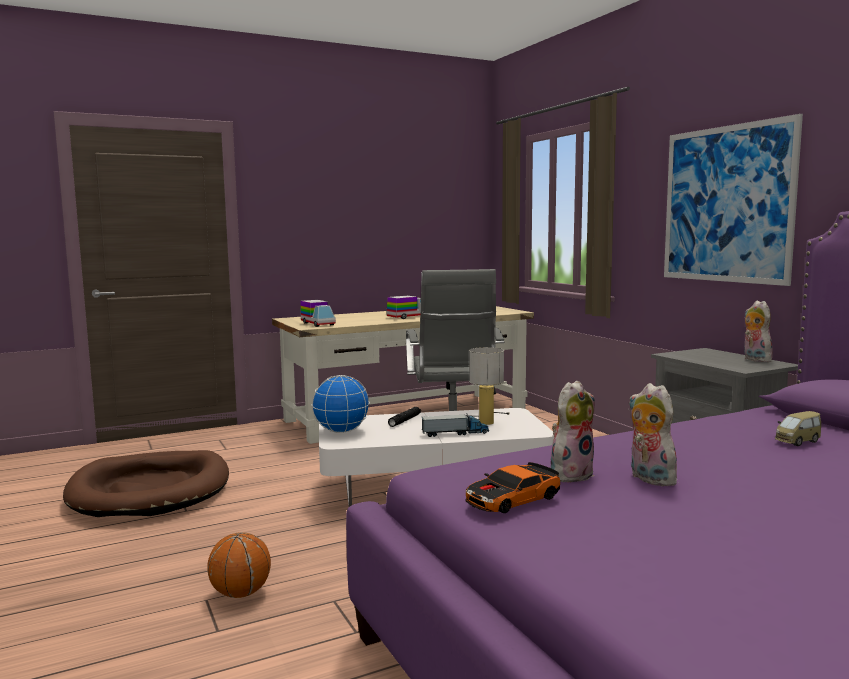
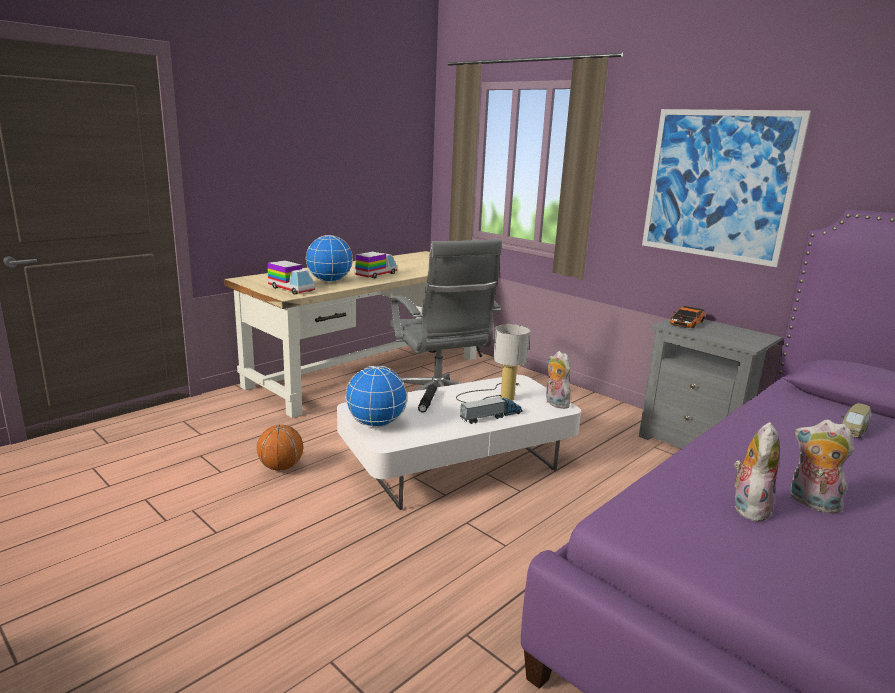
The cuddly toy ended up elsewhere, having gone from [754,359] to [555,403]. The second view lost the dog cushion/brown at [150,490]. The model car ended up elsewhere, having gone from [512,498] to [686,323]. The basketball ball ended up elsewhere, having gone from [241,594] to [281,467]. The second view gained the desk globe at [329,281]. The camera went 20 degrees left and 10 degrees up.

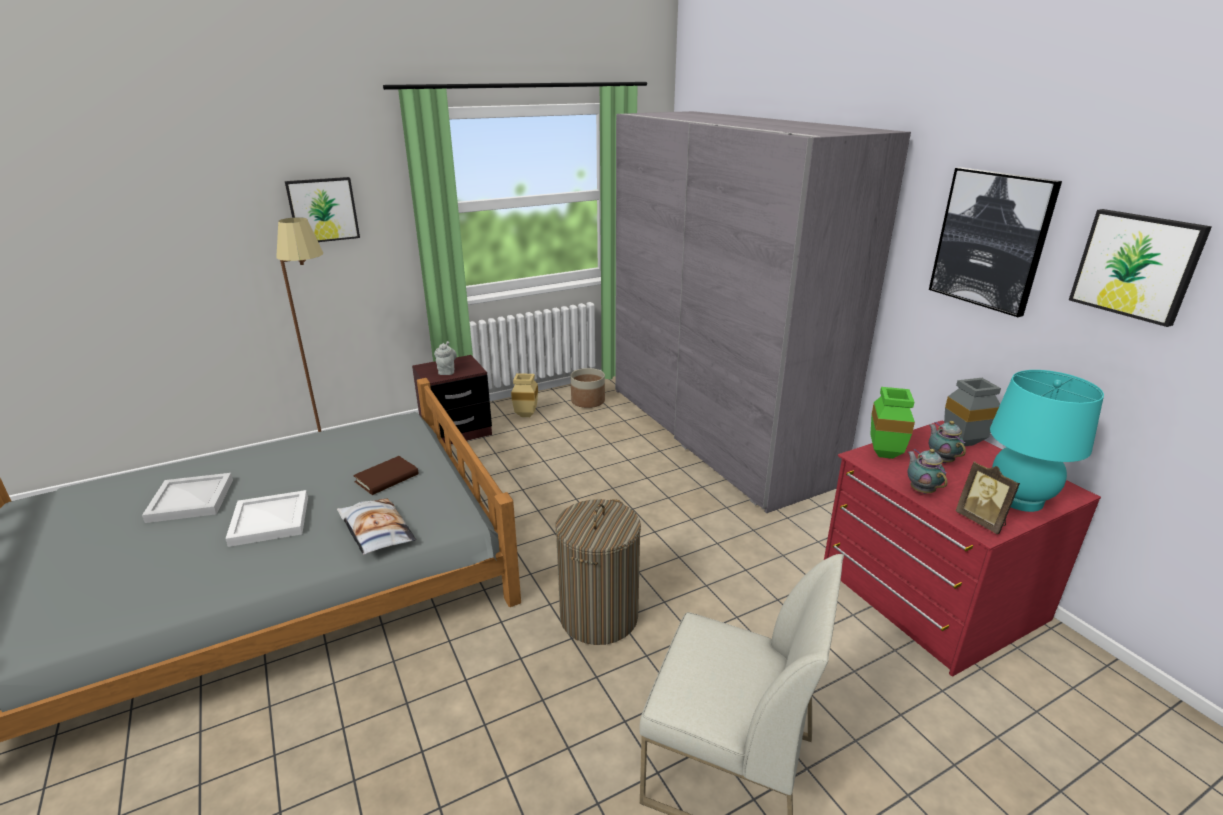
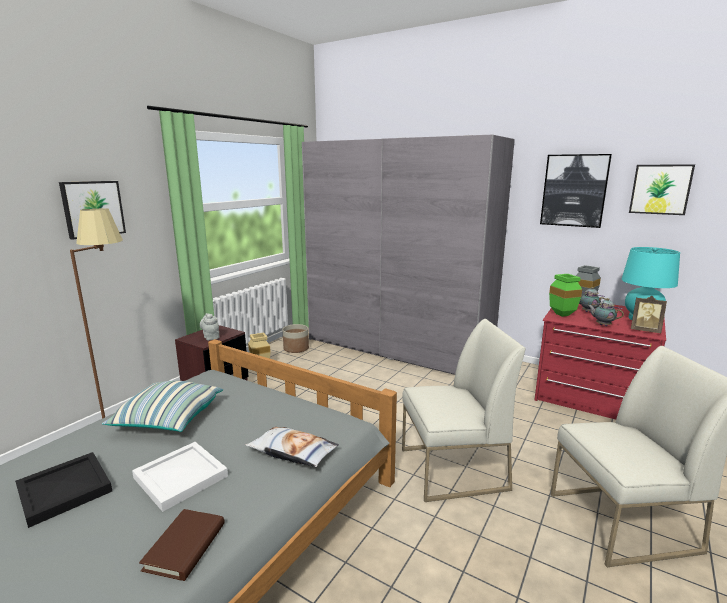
The bound book/brown ended up elsewhere, having gone from [387,478] to [185,547]. What was the serving tray/white-coloured at [192,500] turned into the serving tray/black-coloured at [66,490]. Where the hamper stood at [599,616], the plain chair/white-coloured came to stand at [452,469]. The second view gained the throw pillow at [168,419]. The camera went 30 degrees left and 10 degrees down.

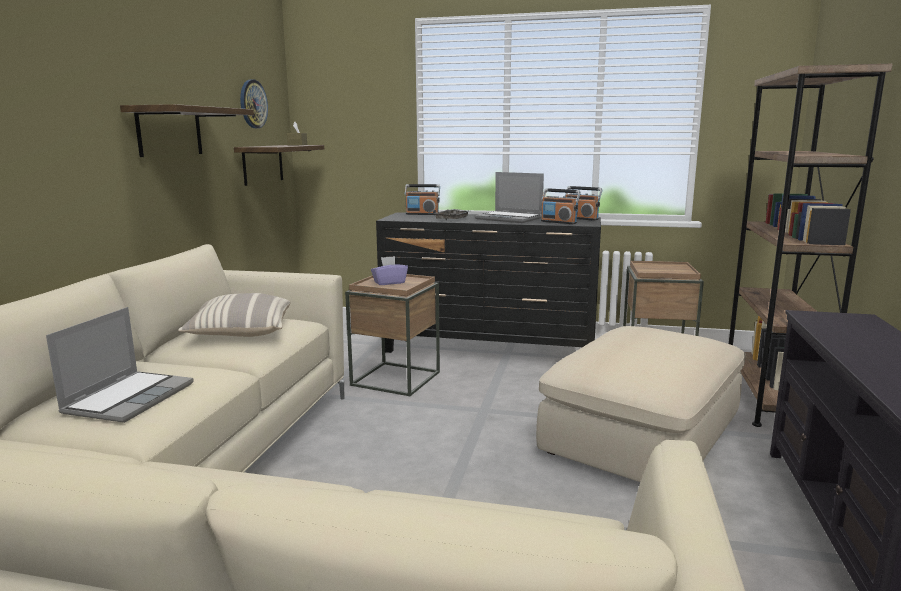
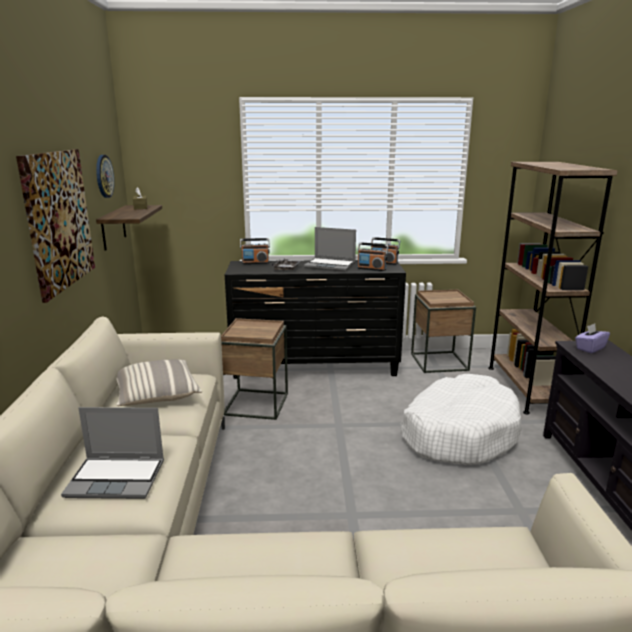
Where the bracket shelf hung at [169,131], the wall art came to hang at [58,220]. The box of tissues/purple-coloured ended up elsewhere, having gone from [389,282] to [590,348]. The portable computer at [129,398] ended up facing another way, 90 degrees clockwise from before. Where the footrest/sand-coloured stood at [643,436], the dog cushion/white-coloured came to stand at [458,433]. The camera went 15 degrees left and 5 degrees up.

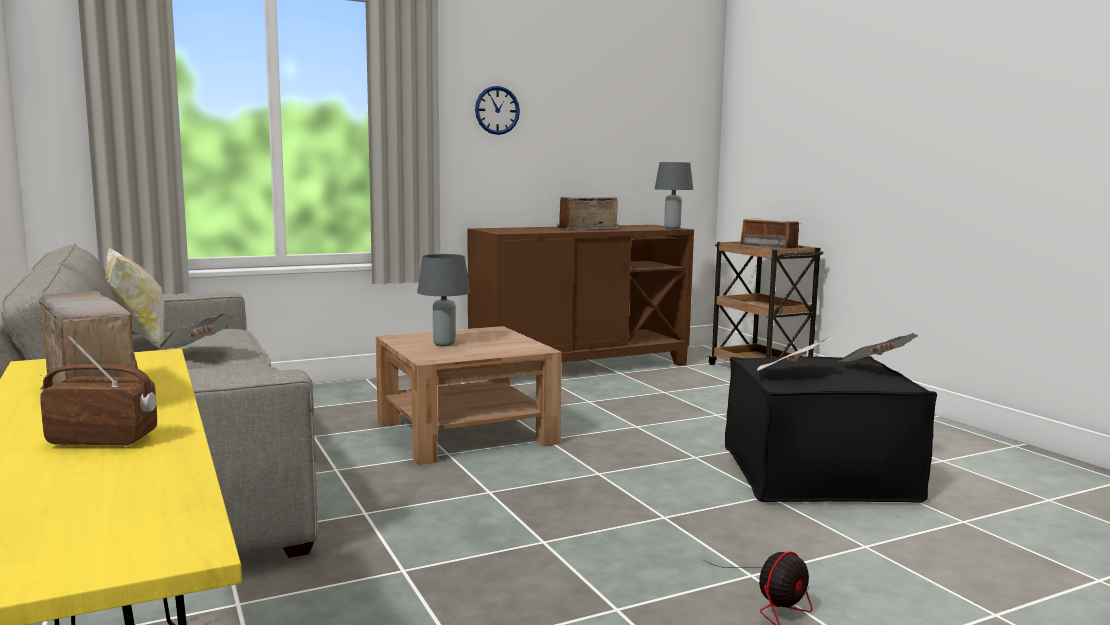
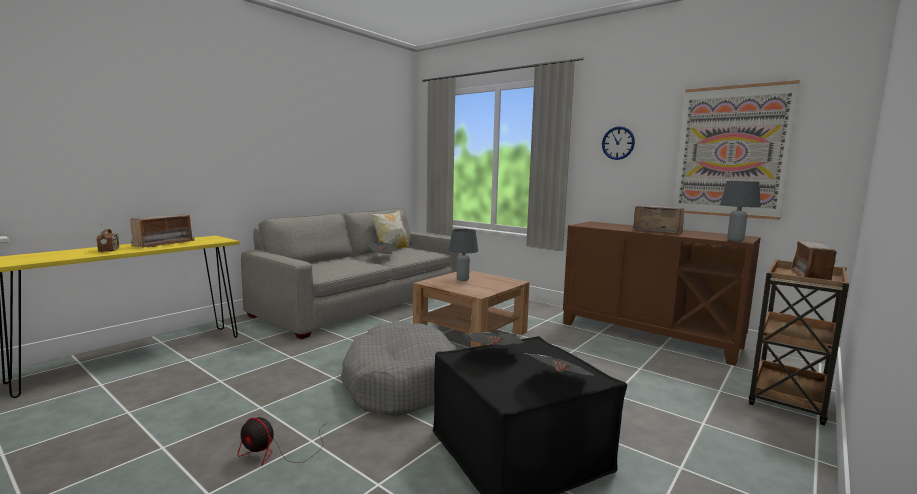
The second view gained the wall art at [731,152]. The second view gained the dog cushion/gray at [399,382]. The camera went 65 degrees right and 0 degrees up.

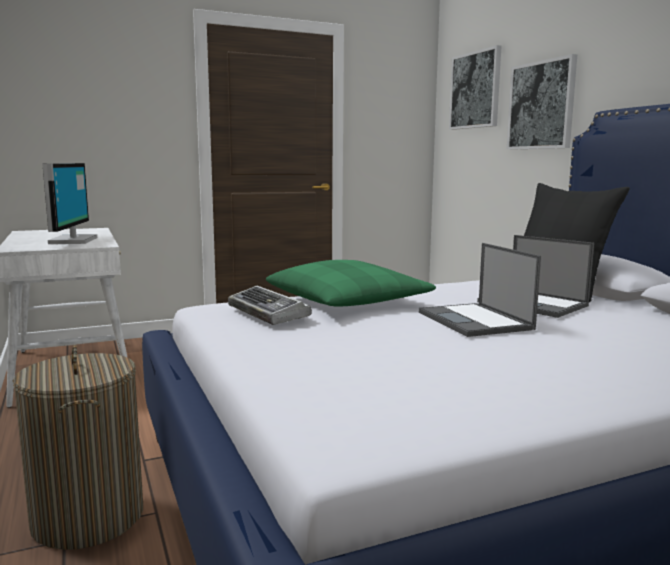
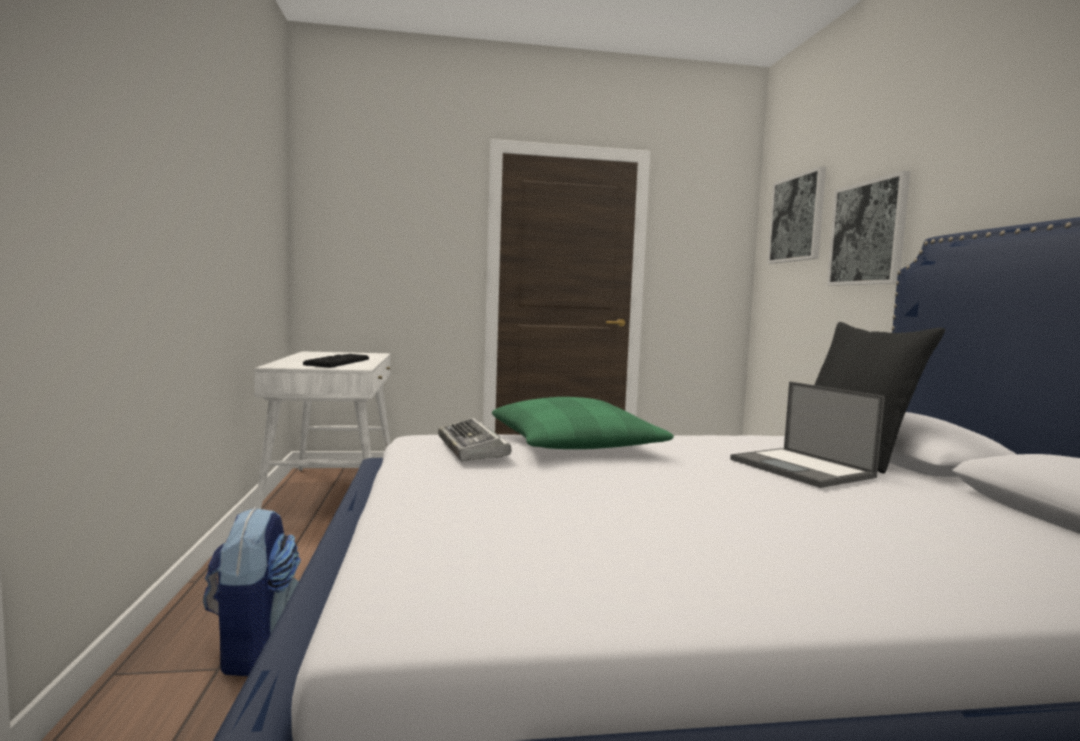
Where the monitor stood at [71,241], the keyboard came to stand at [337,362]. The second view lost the portable computer at [475,321]. Where the hamper stood at [88,517], the rucksack came to stand at [254,648]. The camera went 15 degrees right and 5 degrees down.

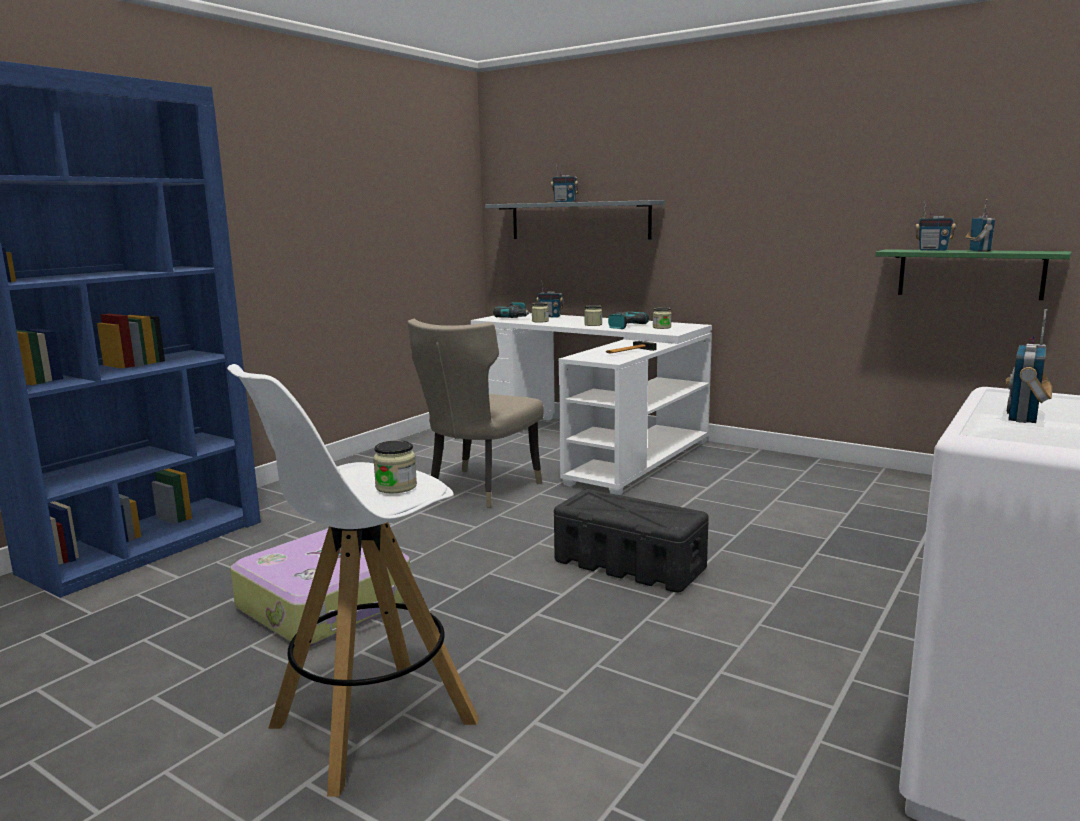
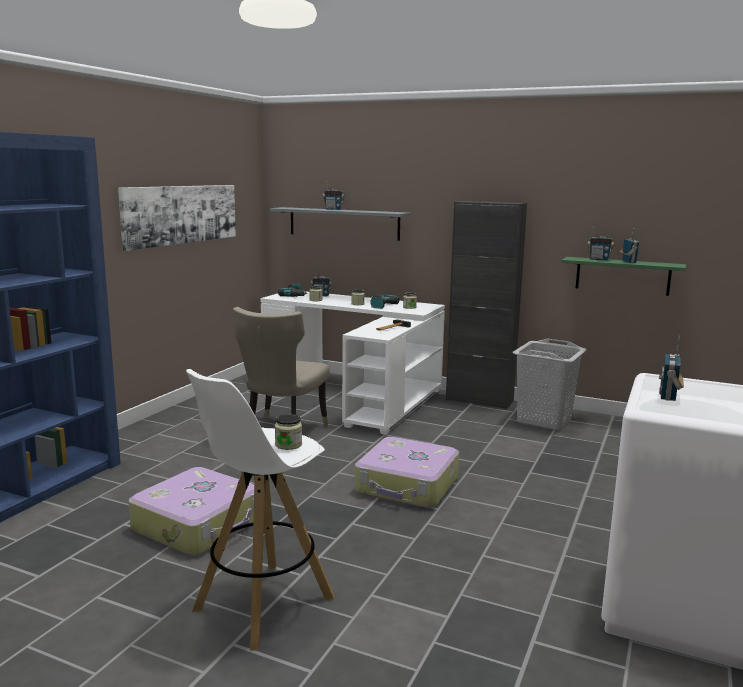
Where the storage bin/black-coloured stood at [630,565], the piece of luggage came to stand at [407,486]. The second view gained the wall art at [181,214]. The second view gained the cabinet/black-coloured at [479,400]. The second view gained the hamper/gray at [544,420]. The camera went 10 degrees left and 0 degrees up.

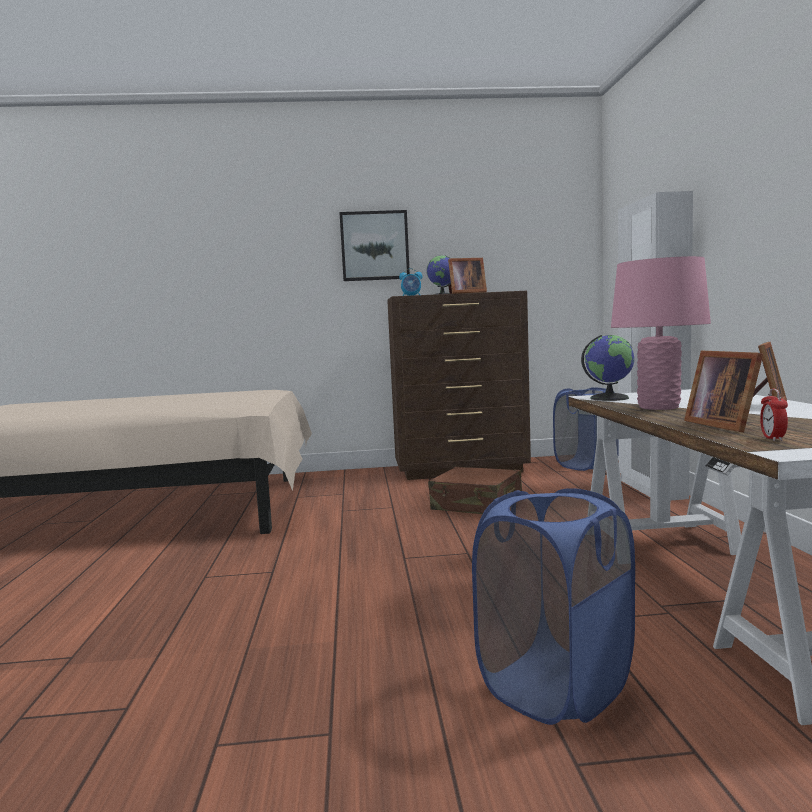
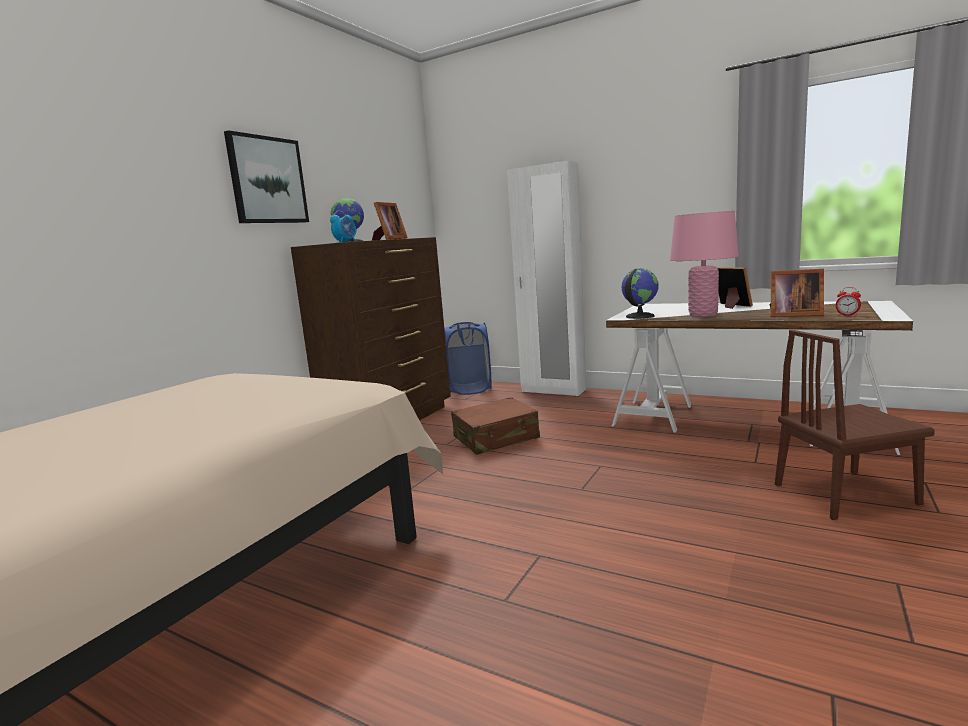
Where the hamper/blue-coloured stood at [555,686], the plain chair/brown came to stand at [845,494]. The camera went 55 degrees left and 5 degrees up.

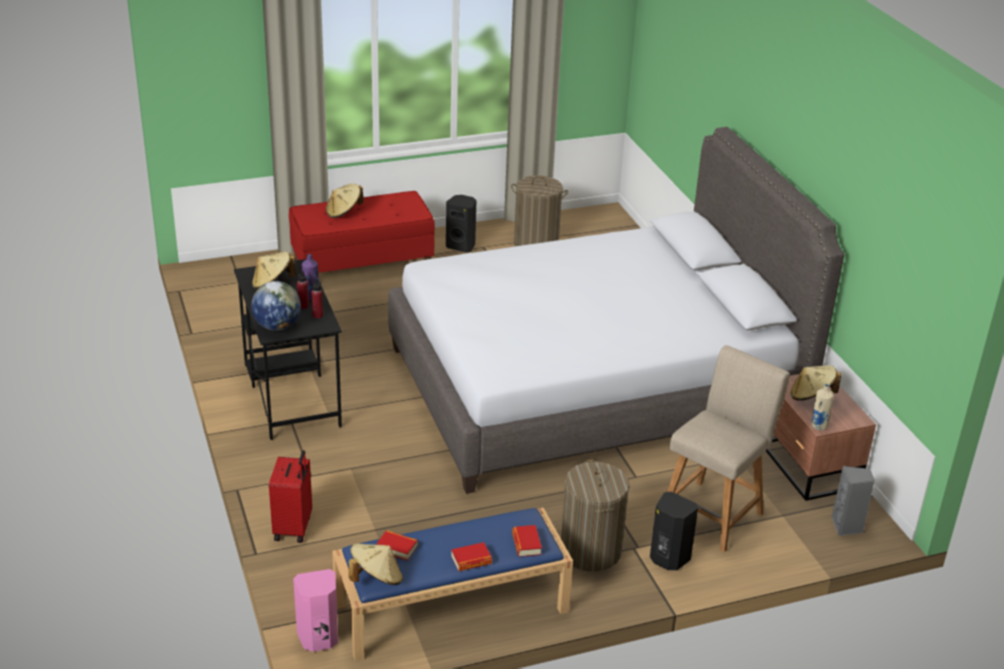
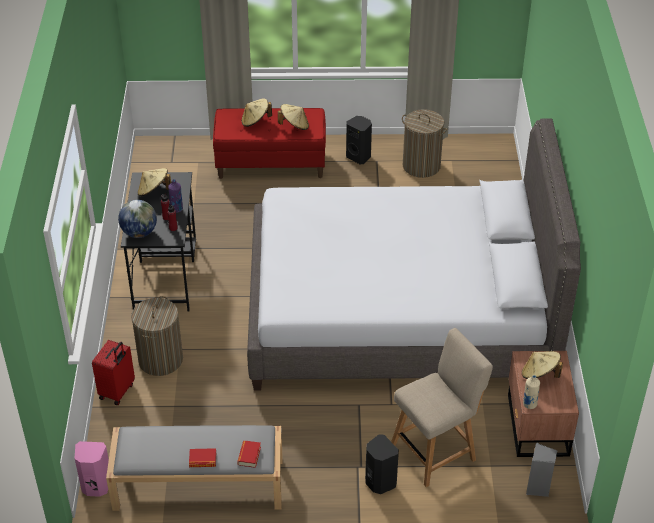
The hamper ended up elsewhere, having gone from [590,551] to [160,360]. What was the bench/blue-coloured at [450,608] turned into the bench/gray at [197,484]. The second view lost the bound book at [397,548]. The clothing hat/sand-coloured ended up elsewhere, having gone from [376,578] to [294,125]. The camera went 20 degrees right and 10 degrees up.

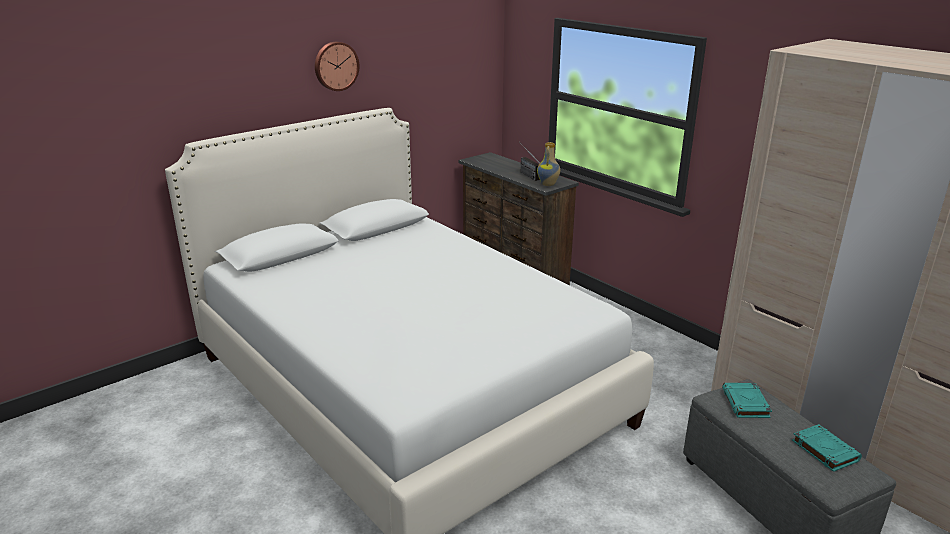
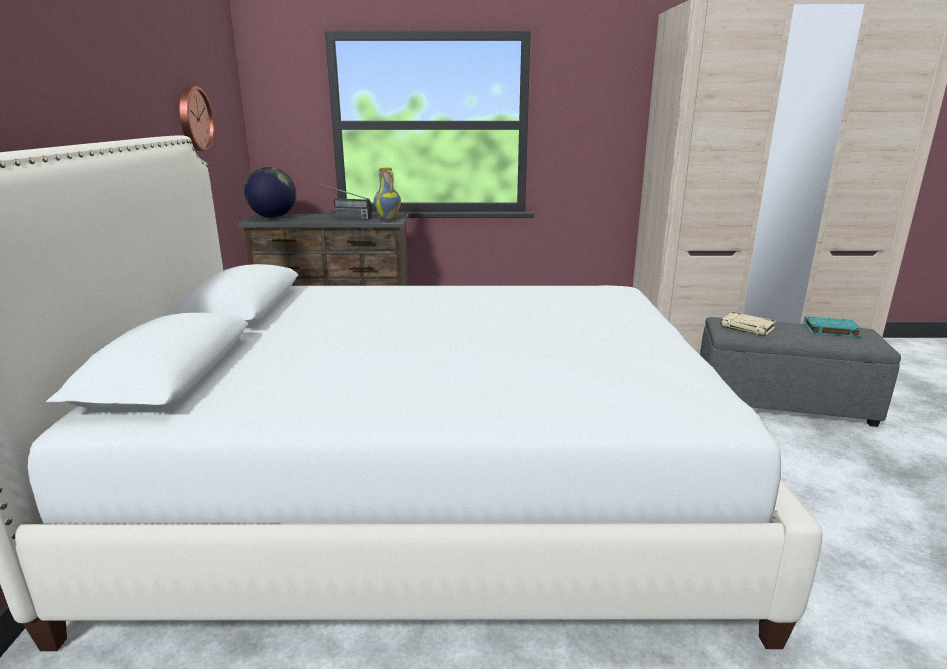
The clock on the wall ended up elsewhere, having gone from [335,66] to [193,119]. What was the bound book/turquoise-coloured at [745,404] turned into the bound book/sand-coloured at [748,327]. The second view gained the desk globe at [273,217]. The camera went 50 degrees left and 5 degrees down.

